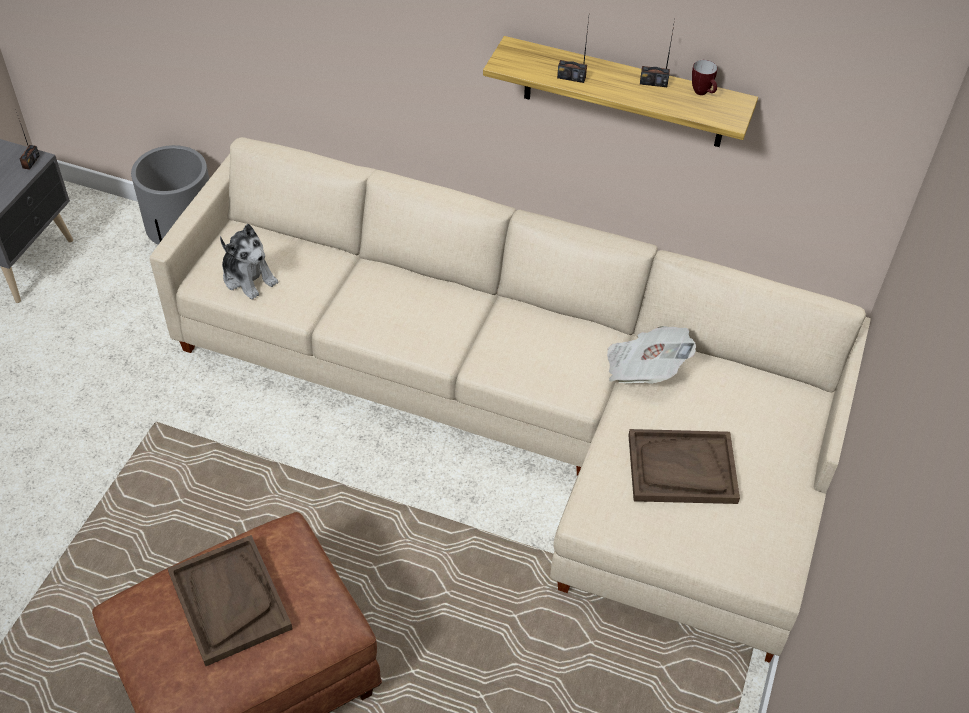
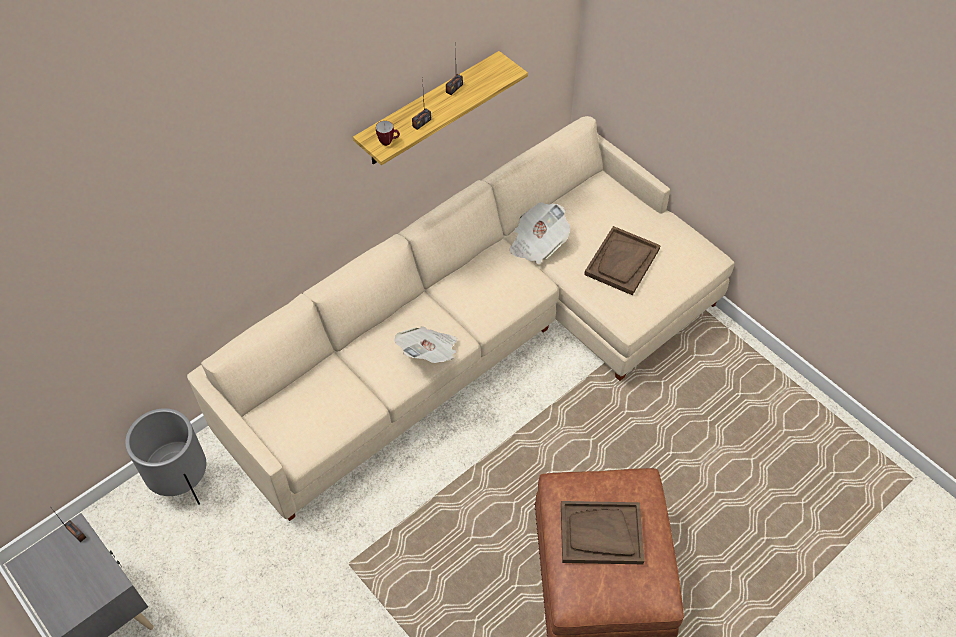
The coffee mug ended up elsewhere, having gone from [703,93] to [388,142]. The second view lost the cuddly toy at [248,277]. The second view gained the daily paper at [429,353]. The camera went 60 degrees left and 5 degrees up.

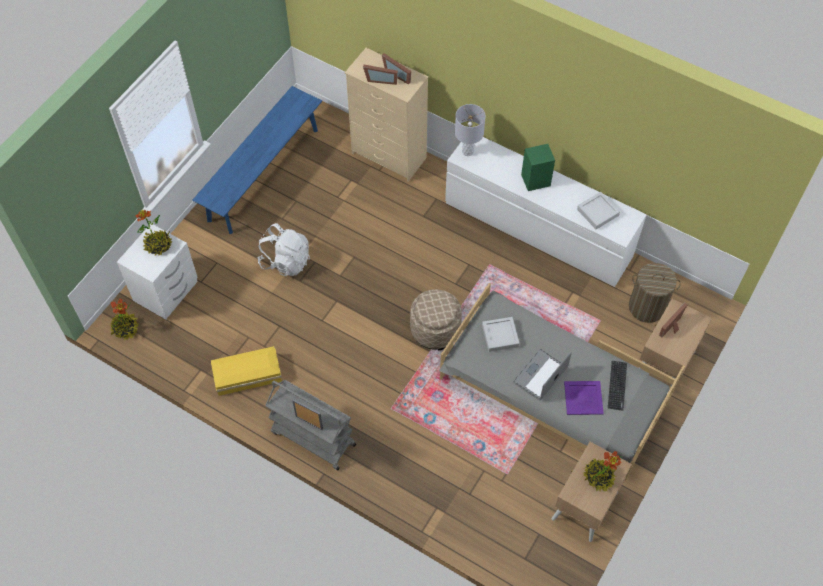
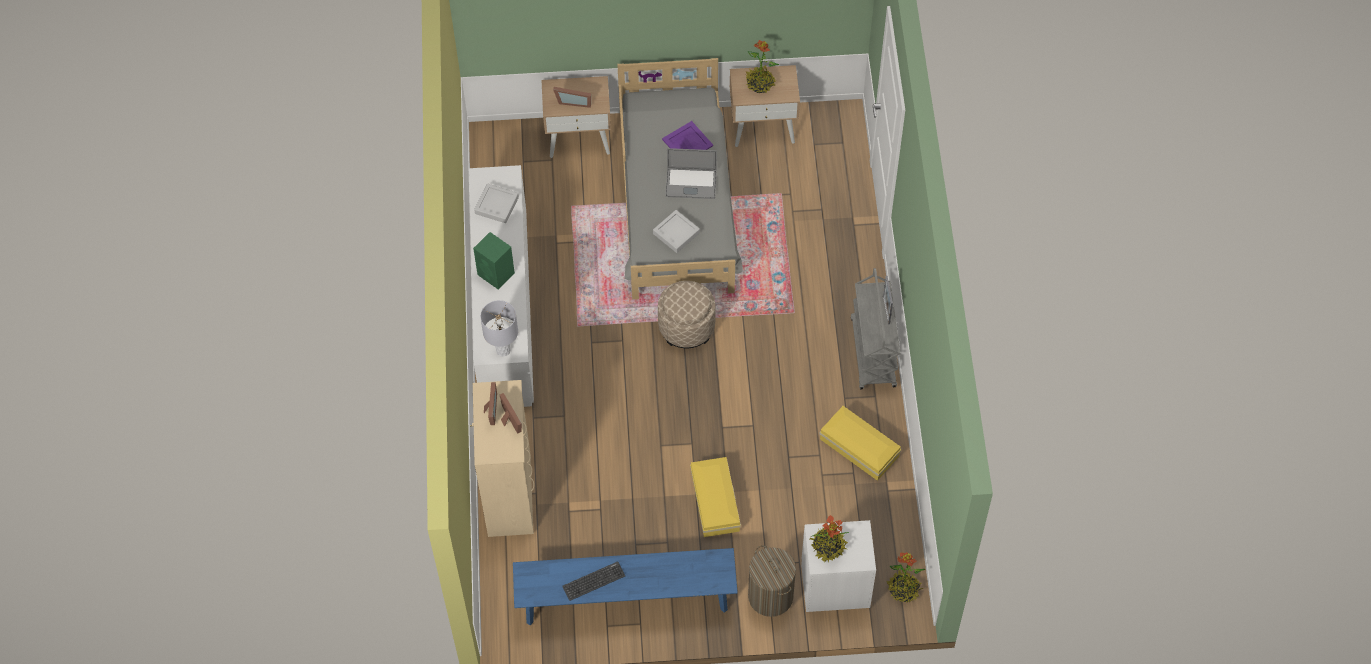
Where the rucksack/white-coloured stood at [285,261], the storage bin/yellow came to stand at [714,502]. The hamper ended up elsewhere, having gone from [646,307] to [770,596]. The keyboard ended up elsewhere, having gone from [617,385] to [593,581]. The camera went 125 degrees left and 0 degrees up.

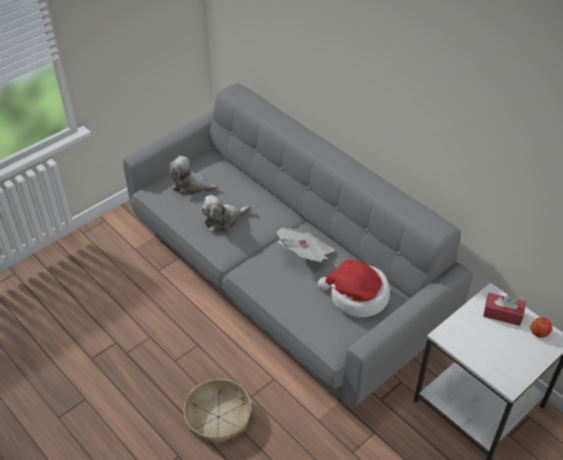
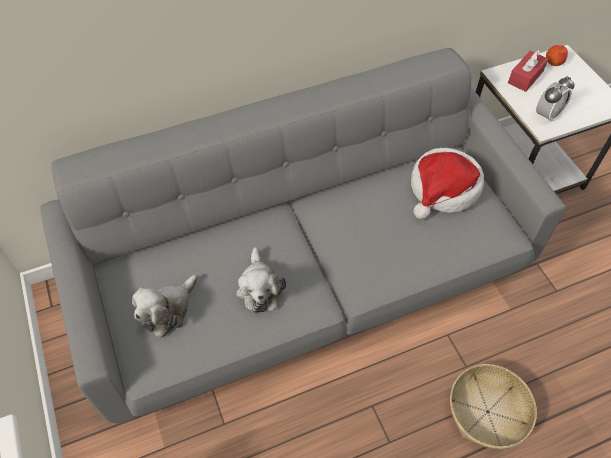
The second view lost the daily paper at [305,255]. The second view gained the table clock at [547,115]. The camera went 70 degrees left and 10 degrees up.

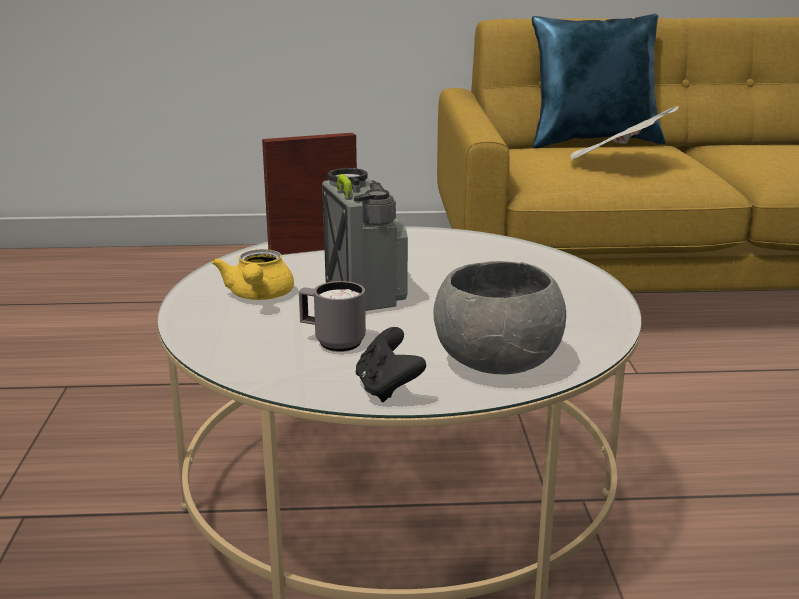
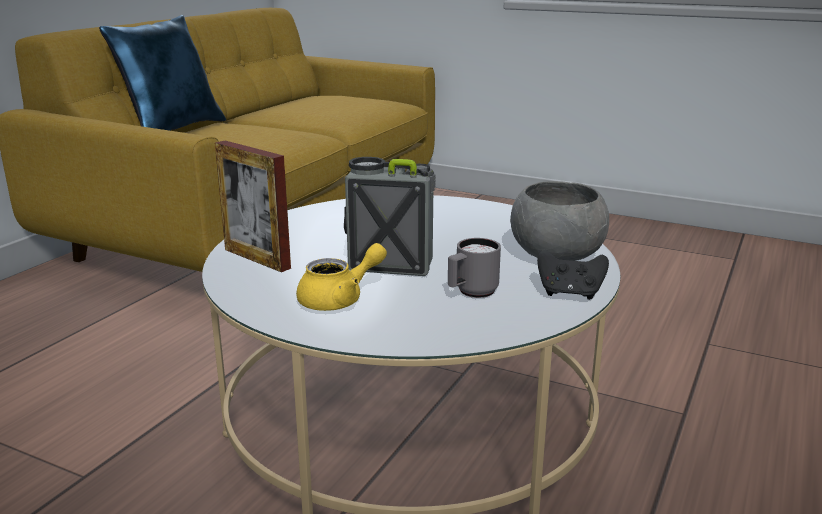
The second view lost the daily paper at [615,163]. The photo frame at [313,249] ended up facing another way, 60 degrees counterclockwise from before. The tea pot/yellow at [258,296] ended up facing another way, 60 degrees counterclockwise from before. The camera went 60 degrees left and 0 degrees up.

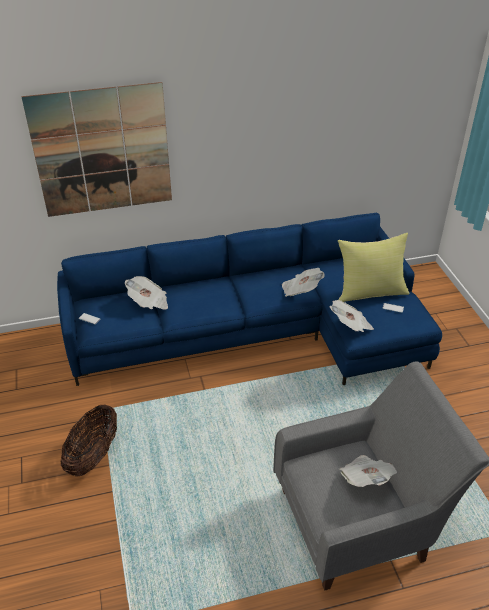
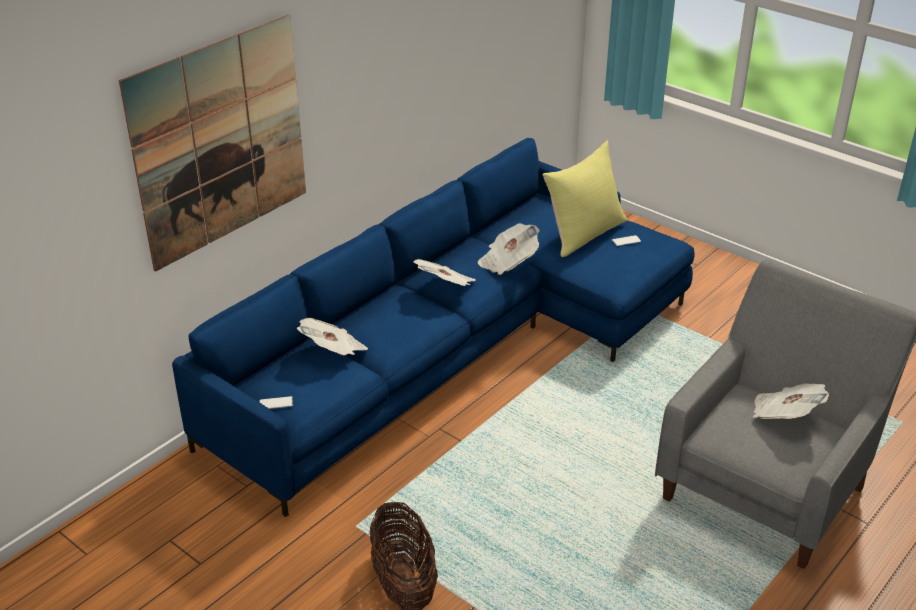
The daily paper ended up elsewhere, having gone from [350,325] to [445,286]. The camera went 35 degrees left and 5 degrees down.

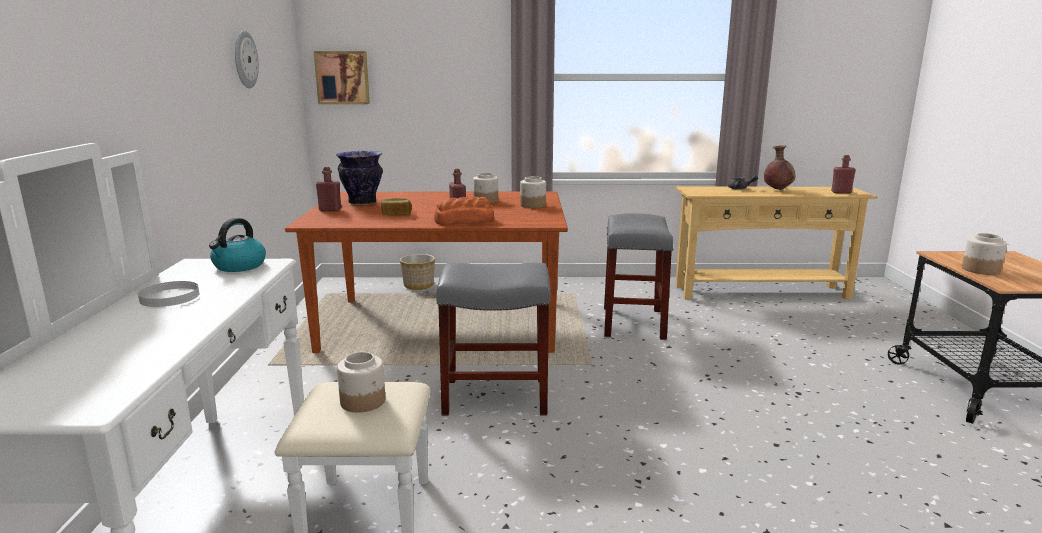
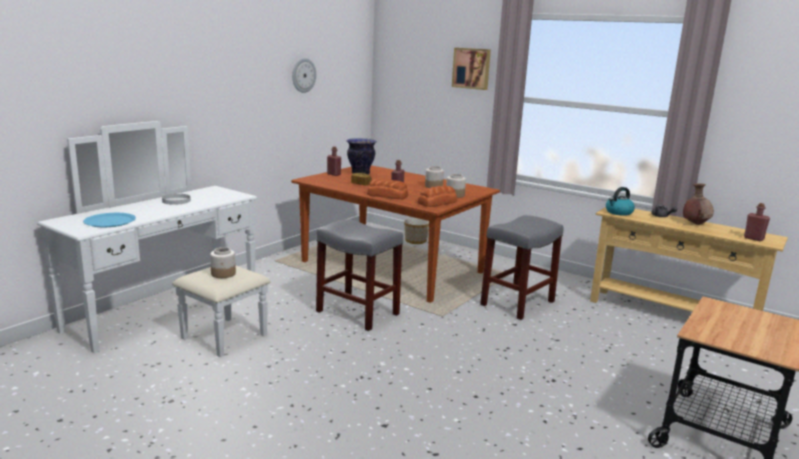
The wall art ended up elsewhere, having gone from [342,77] to [471,68]. The water kettle ended up elsewhere, having gone from [239,266] to [618,212]. The second view lost the storage jar at [980,270]. The second view gained the baked bread at [437,203]. The second view gained the flat dish/blue-coloured at [110,221]. The camera went 35 degrees right and 0 degrees up.

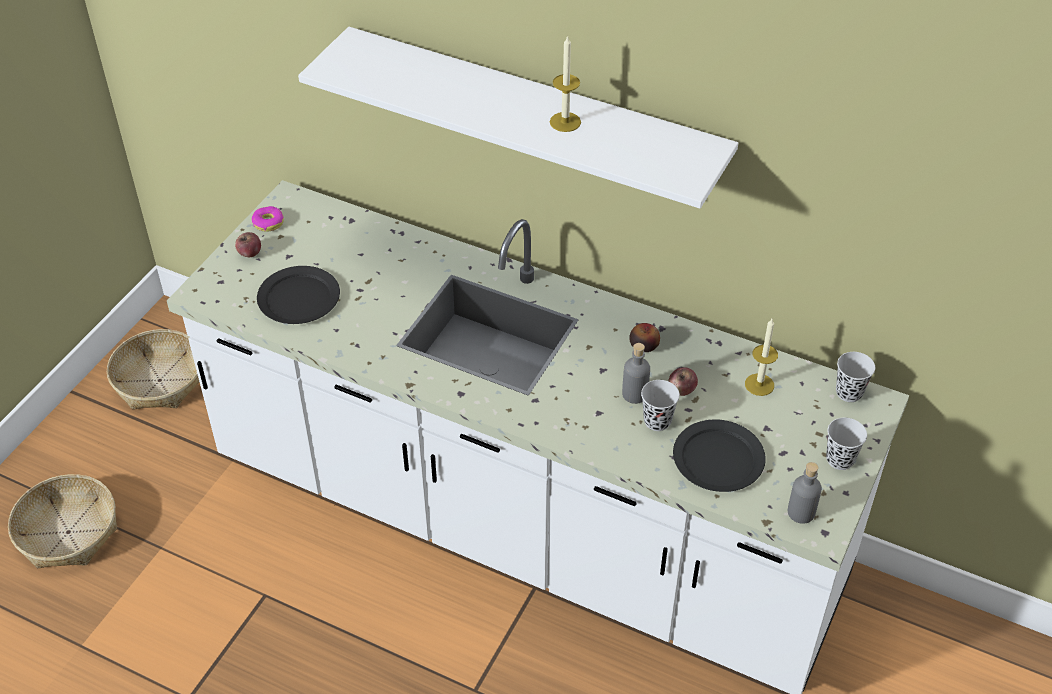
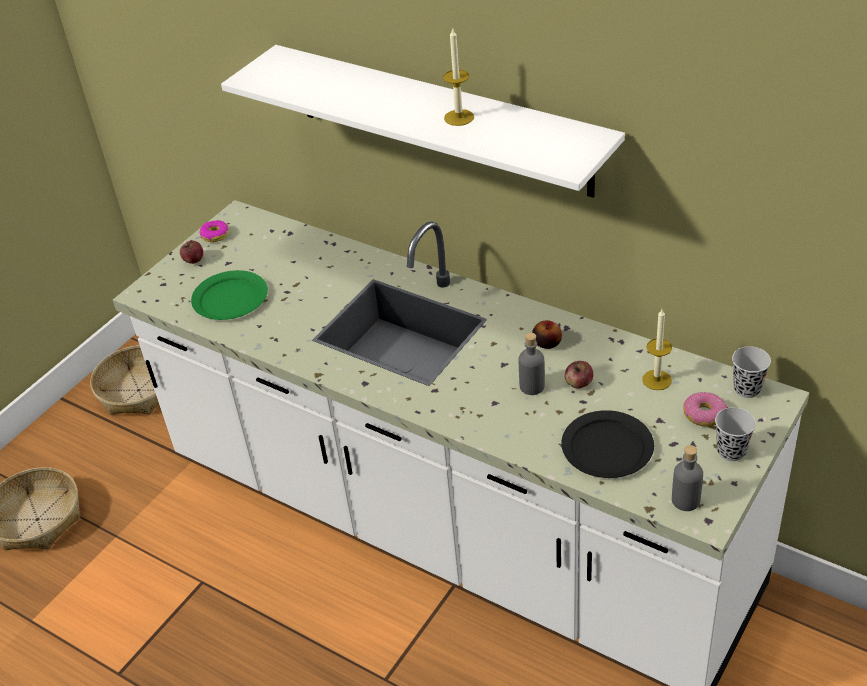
What was the flat dish/black-coloured at [299,298] turned into the flat dish/green at [231,299]. The second view lost the small cup/black-coloured at [657,421]. The second view gained the ring doughnut at [704,415]. The camera went 10 degrees right and 5 degrees down.

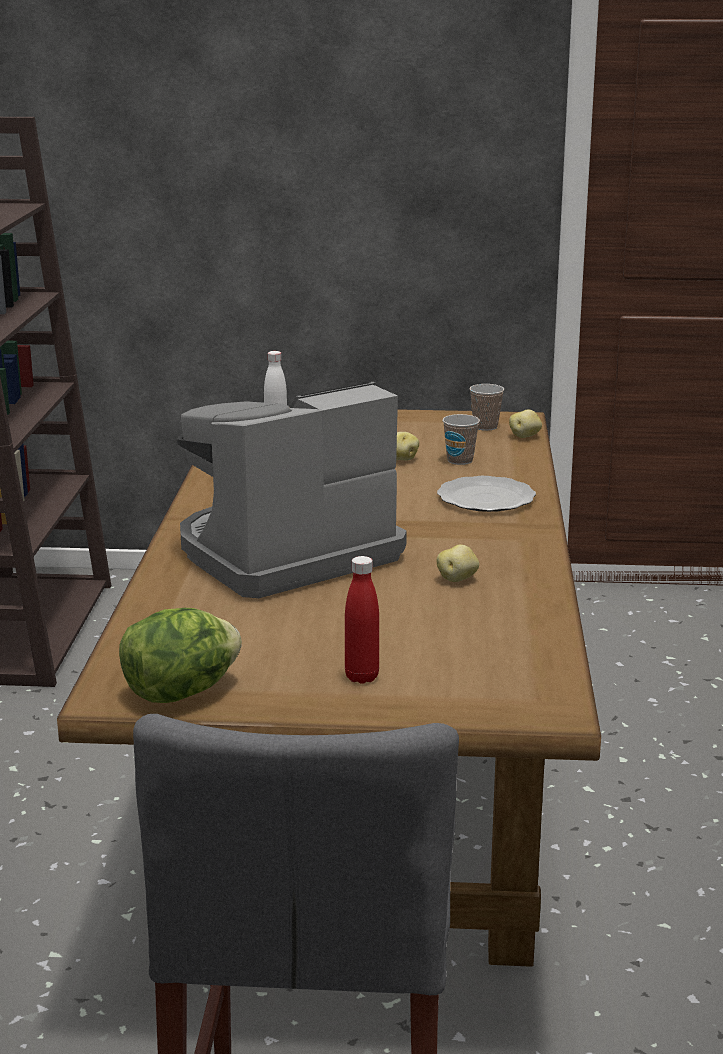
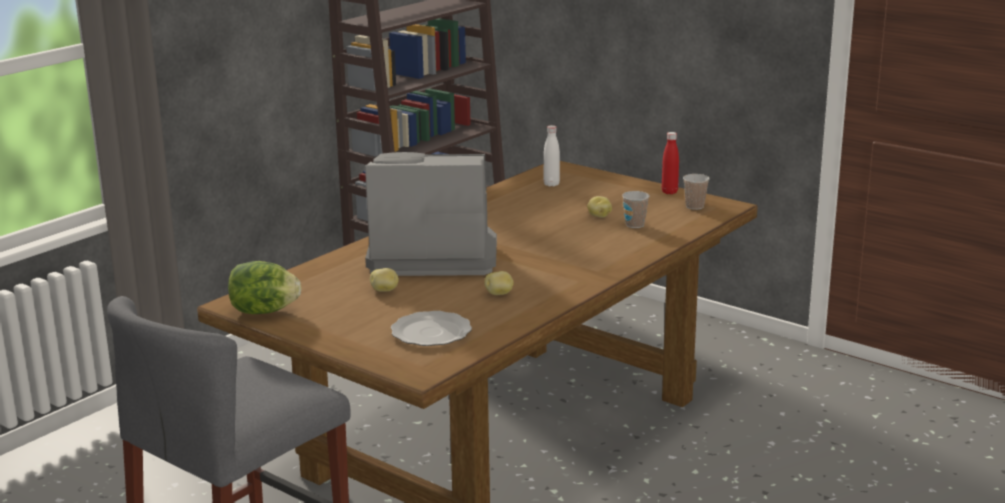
The potato ended up elsewhere, having gone from [525,436] to [385,290]. The flat dish ended up elsewhere, having gone from [484,498] to [430,332]. The drink bottle/red ended up elsewhere, having gone from [361,677] to [669,192]. The camera went 35 degrees right and 0 degrees up.

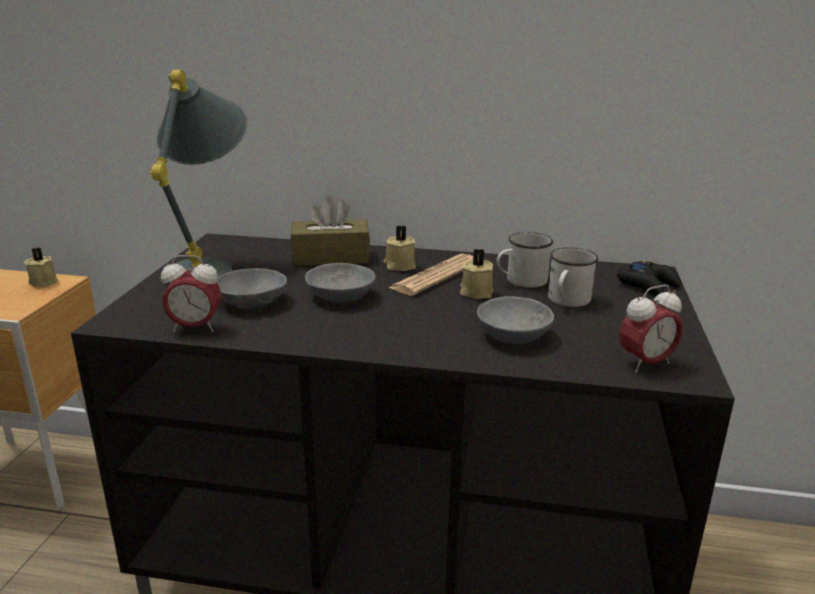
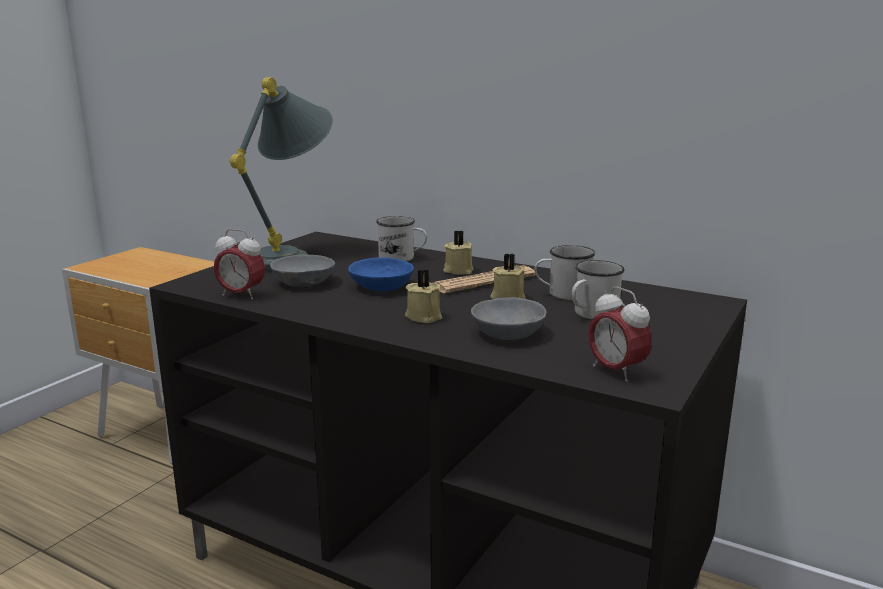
Where the box of tissues/brown stood at [331,257], the coffee mug/white-coloured came to stand at [402,258]. The wax candle/sand-coloured ended up elsewhere, having gone from [44,281] to [424,316]. The second view lost the game controller/black-coloured at [648,285]. What was the deep dish/gray at [339,296] turned into the deep dish/blue-coloured at [379,287]. The table clock at [645,363] ended up facing another way, 60 degrees clockwise from before. The camera went 20 degrees right and 5 degrees down.

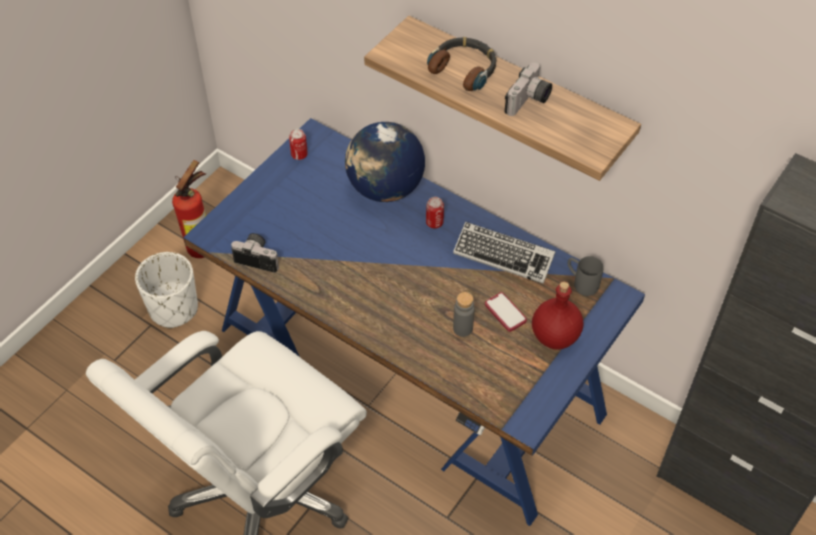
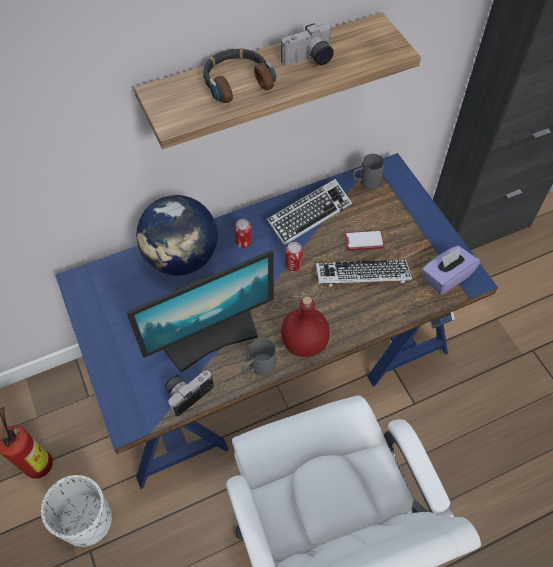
The photo camera at [529,101] ended up facing another way, 90 degrees clockwise from before. The sealed can ended up elsewhere, having gone from [299,154] to [293,265]. The drink bottle/red ended up elsewhere, having gone from [554,336] to [303,342]. Where the drink bottle/gray stood at [462,328], the keyboard came to stand at [362,276]. The second view gained the box of tissues/purple-coloured at [445,277]. The second view gained the monitor at [211,337]. The second view gained the coffee mug/gray at [258,368]. The camera went 60 degrees left and 5 degrees up.

